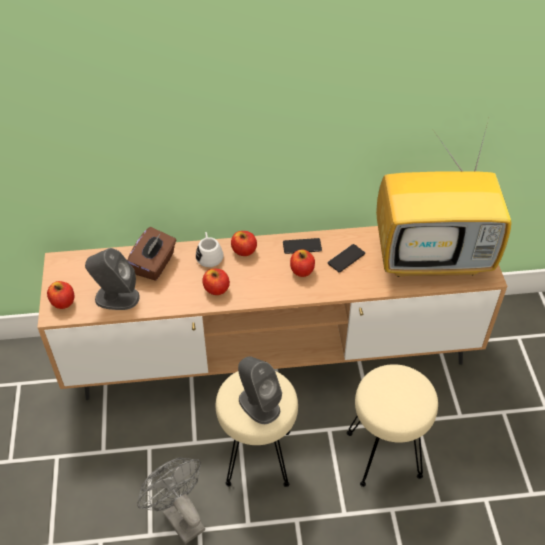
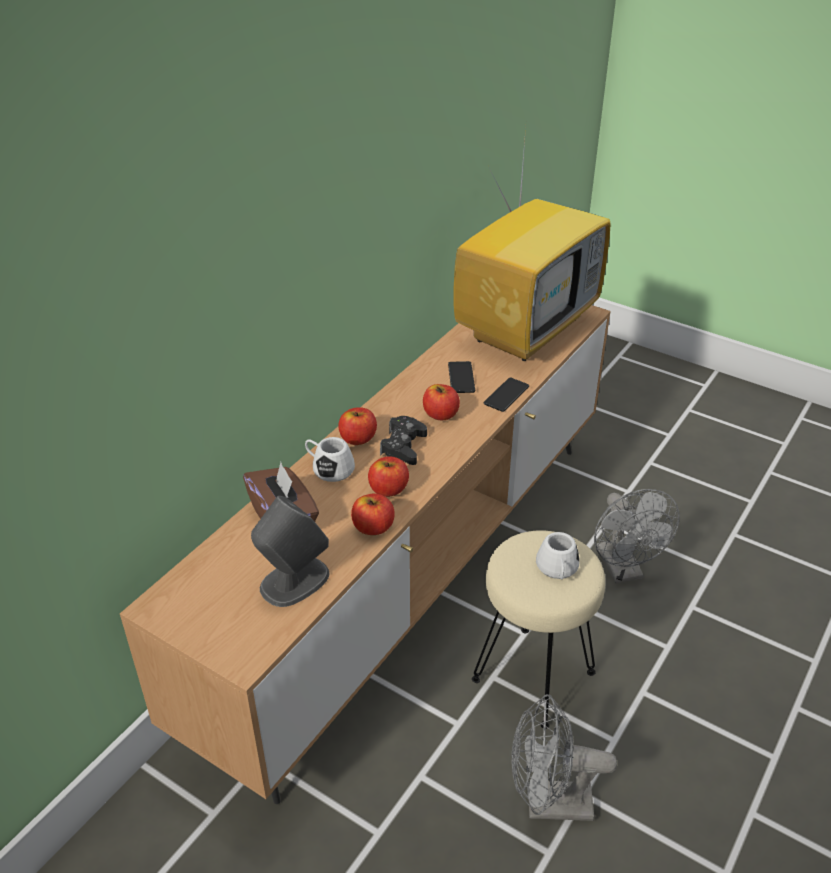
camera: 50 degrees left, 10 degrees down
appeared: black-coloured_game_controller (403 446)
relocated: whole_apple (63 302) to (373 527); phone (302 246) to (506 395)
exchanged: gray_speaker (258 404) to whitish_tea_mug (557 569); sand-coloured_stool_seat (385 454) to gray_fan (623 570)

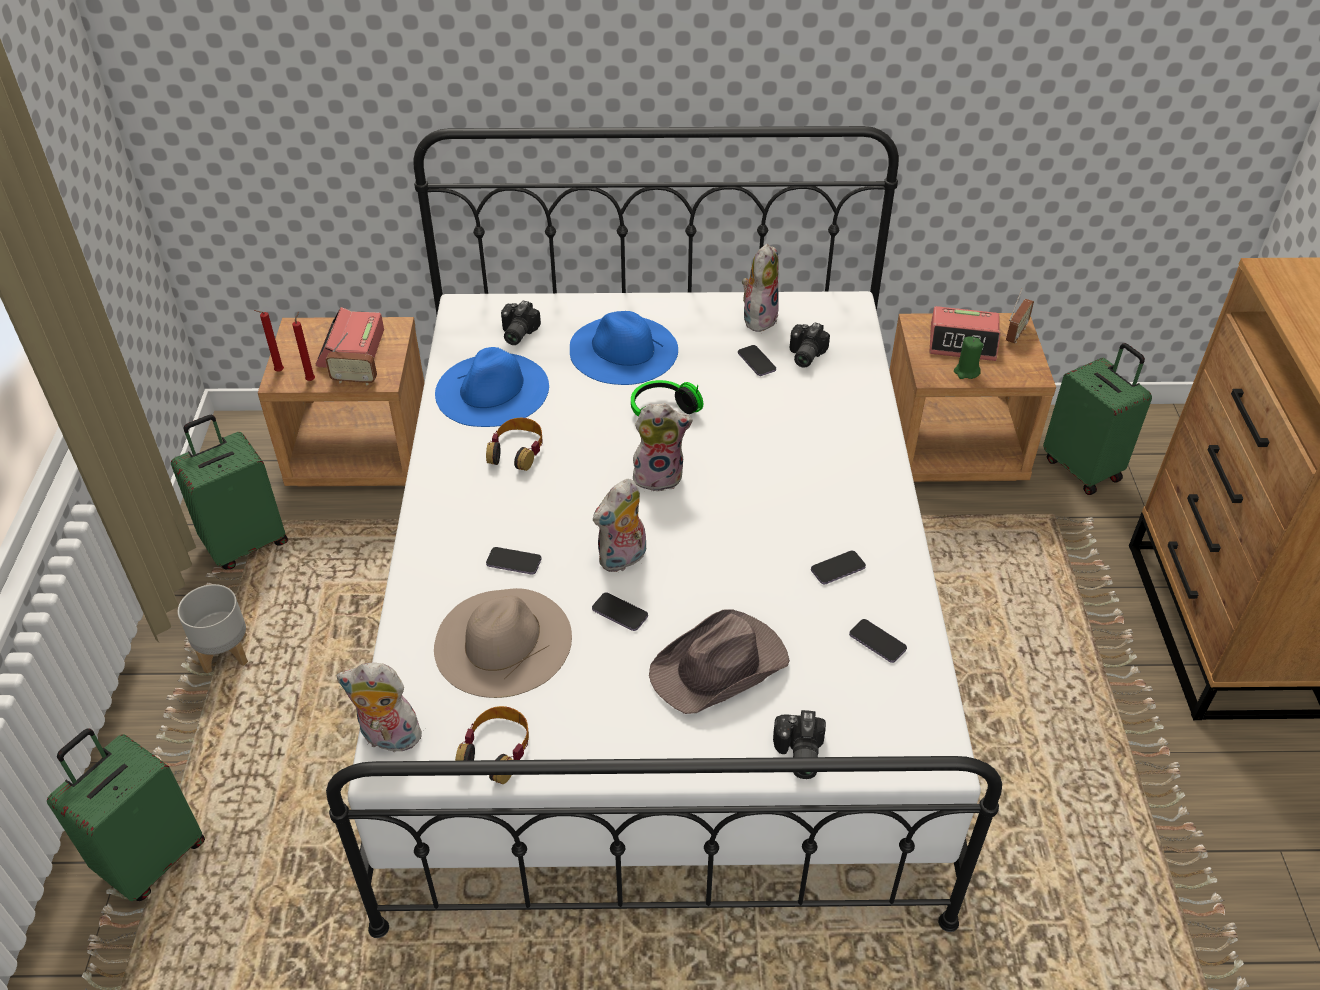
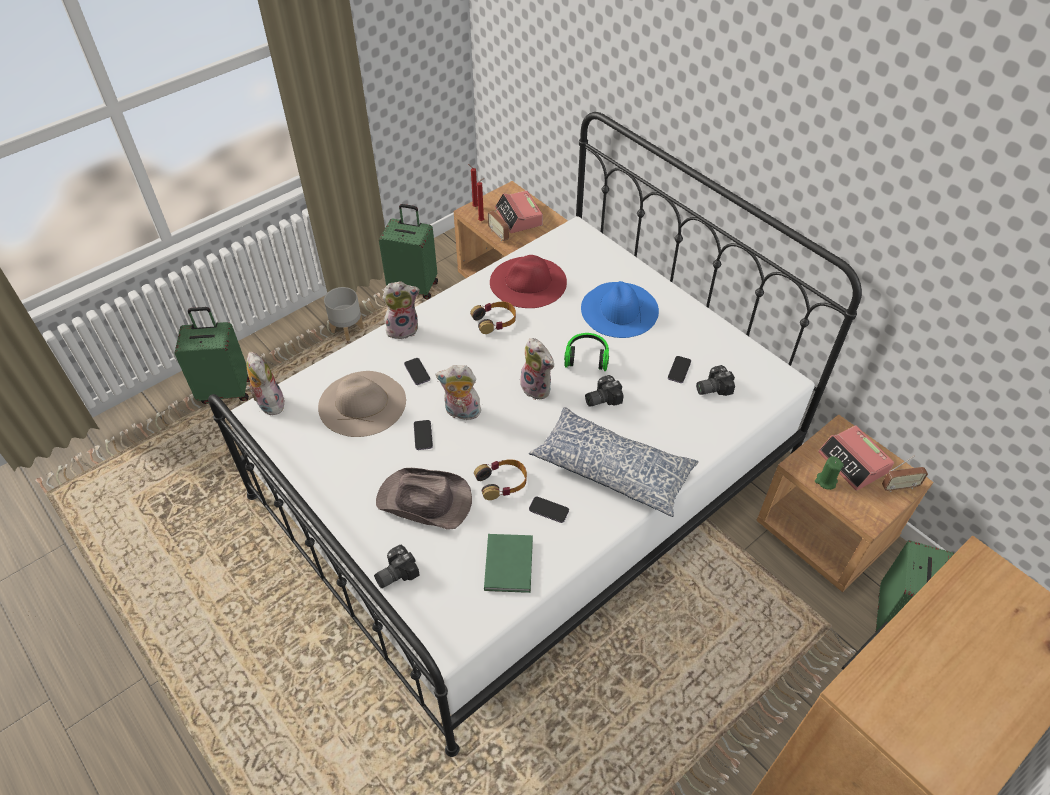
camera: 50 degrees right, 5 degrees up
appeared: cushion (612 468)
relocated: headphones (496 750) to (502 482); still_camera (516 333) to (601 398); soft_toy (758 317) to (403 328)
exchanged: phone (877 642) to greenish_bound_book (510 563)
colour: bluish_hat (492 390) to reddish_hat (528 282)
spun: alarm_clock (351 348) = (519 217) 75 degrees counterclockwise

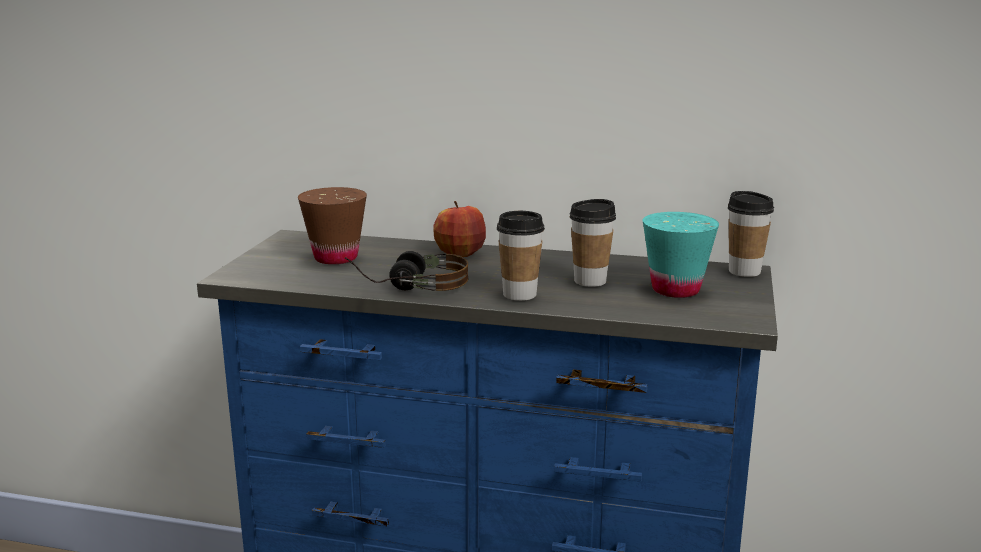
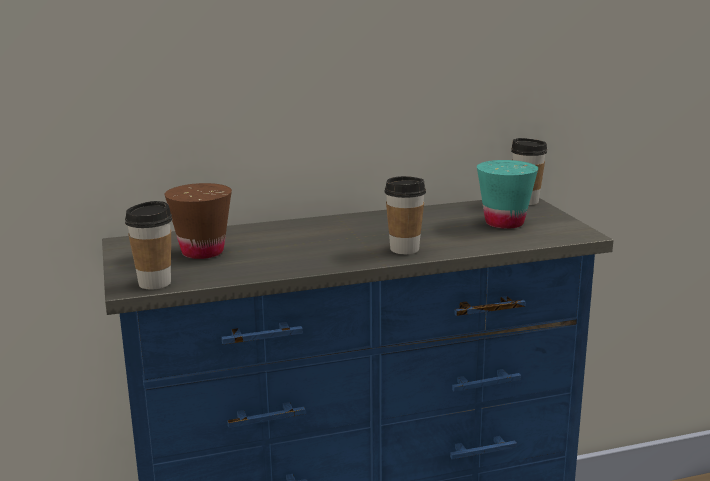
camera: 30 degrees left, 0 degrees up
missing: headphones (409 286); whole_apple (459 254)
relocated: drinking_cup (590 281) to (154 283)

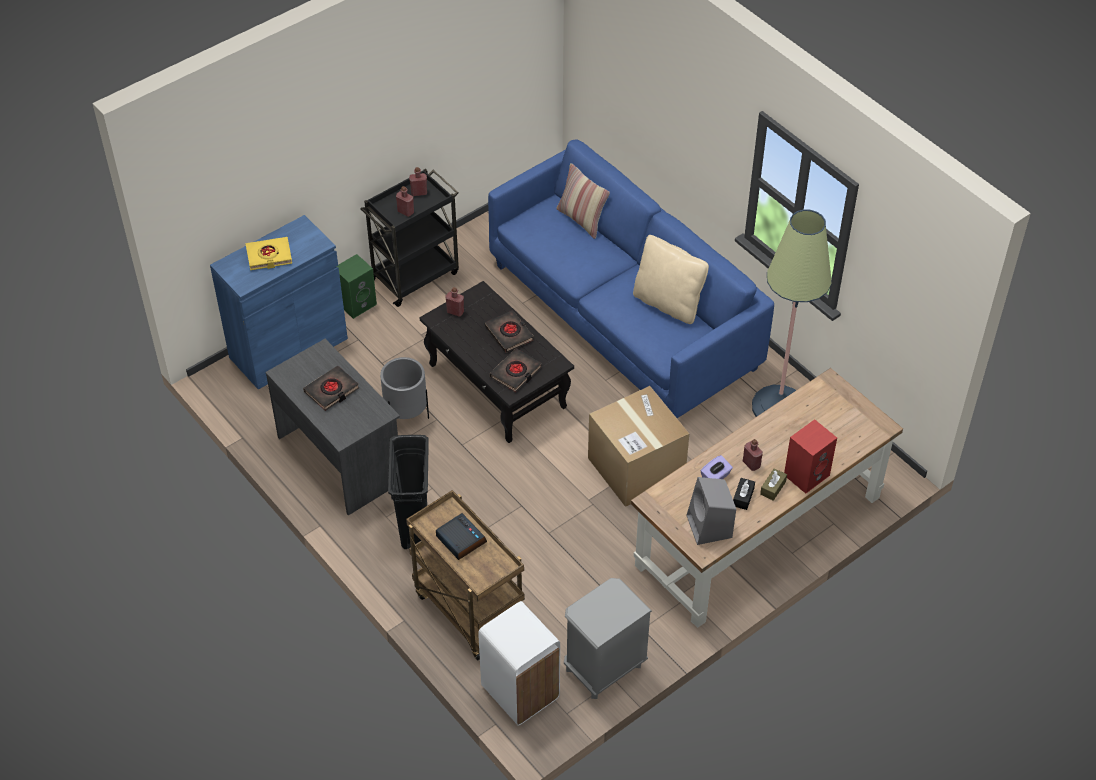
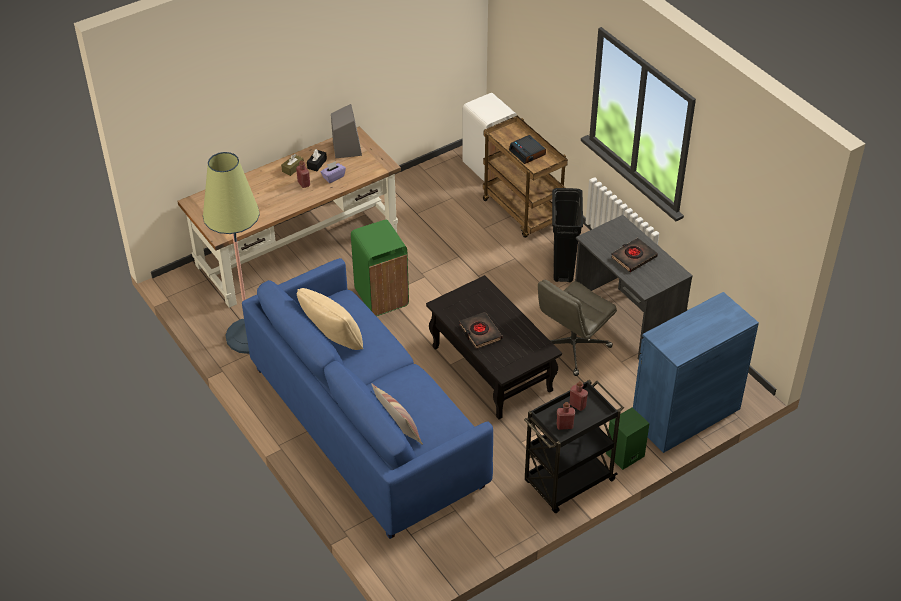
camera: 175 degrees left, 5 degrees down
missing: yellowish_bound_book (269 256); reddish_beverage_bottle (455 312); black-coloured_bound_book (516 373); gray_bedside_table (603 668); reddish_speaker (806 474)
exchanged: gray_plant_pot (406 416) to gray_desk_chair (572 348); packing_box (636 467) to greenish_rubbish_bin (382 297)

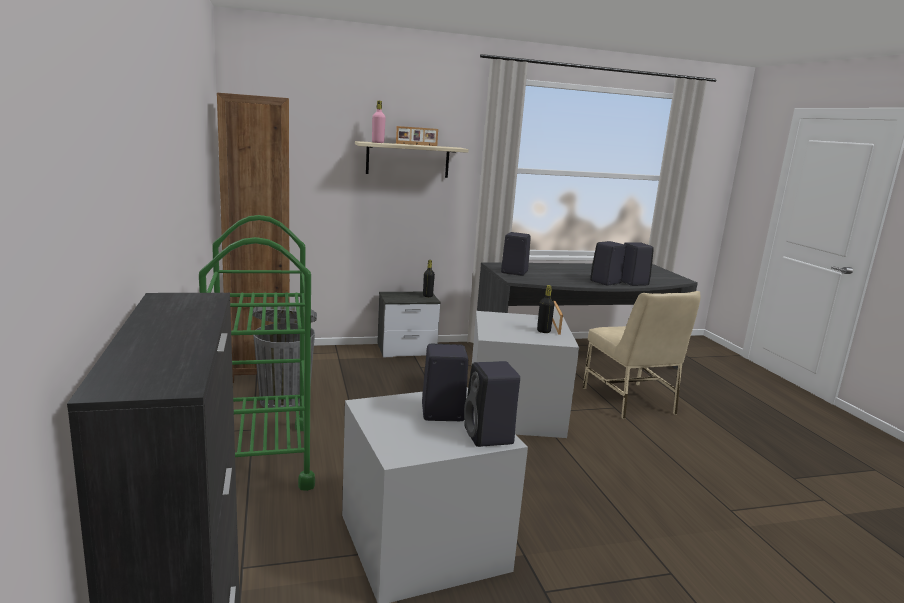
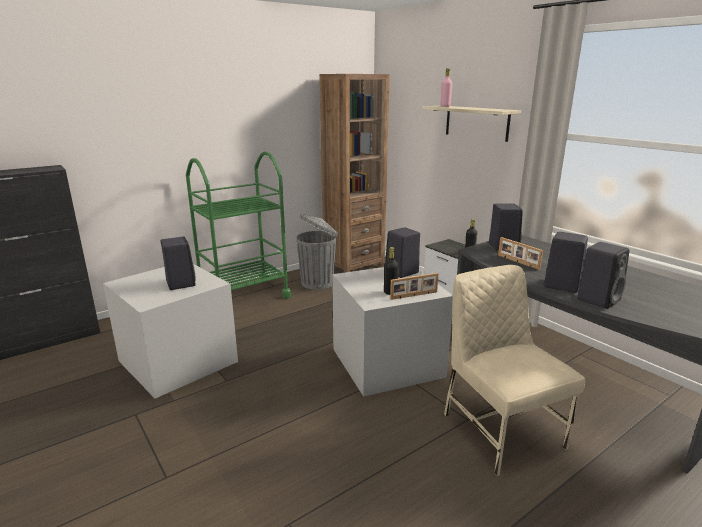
camera: 70 degrees right, 5 degrees up
relocated: standing_frame (416 144) to (517 262); black-coloured_speaker (489 436) to (401 272)
spun: sand-coloured_upright_chair (630 401) = (500 429) 105 degrees clockwise

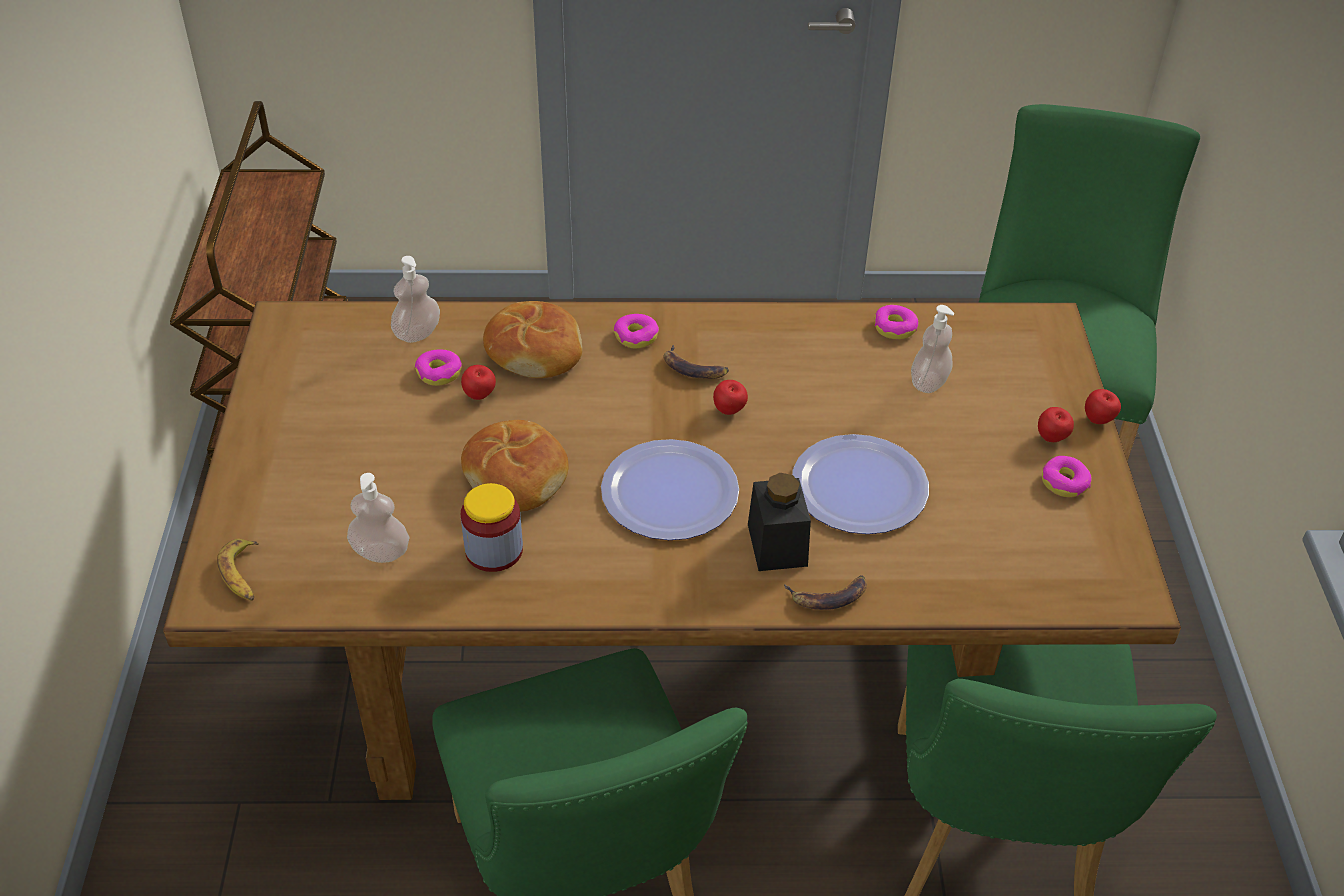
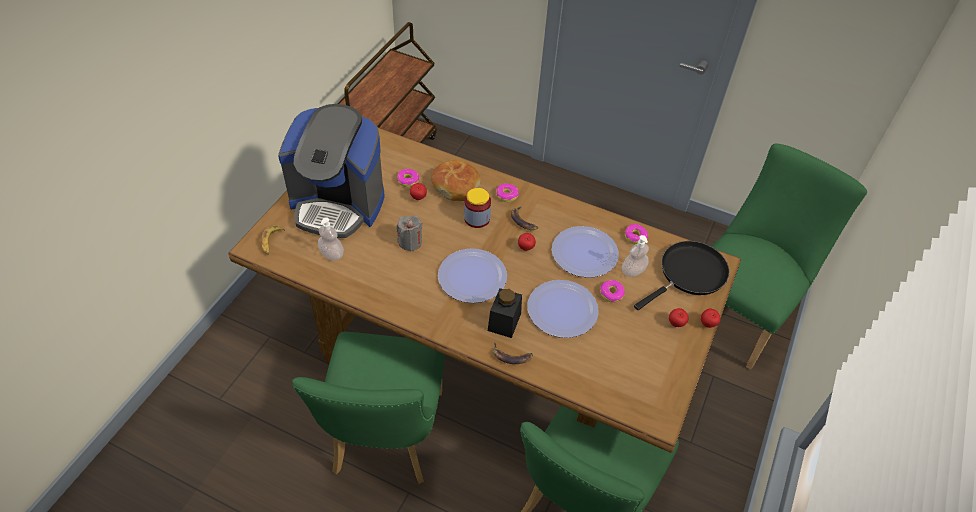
camera: 25 degrees right, 5 degrees up
missing: soap_dispenser (417 333)
appeared: coffee_brewer (338 204); plate (584 253); black-coloured_skillet (689 274)
relocated: preserve_jar (494 550) to (477 218); doughnut (1064 483) to (611 294)
exchanged: bakery_bread (516 476) to gray_wax_light (410 242)

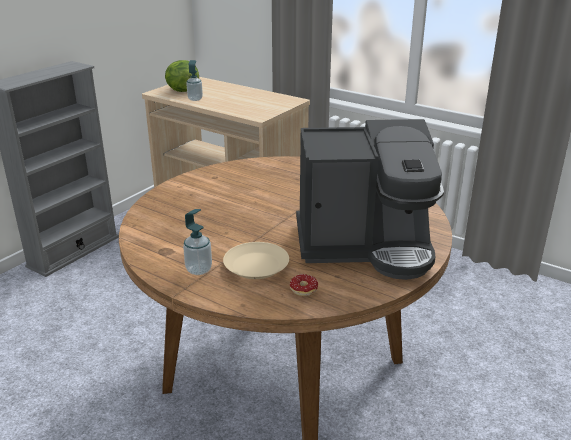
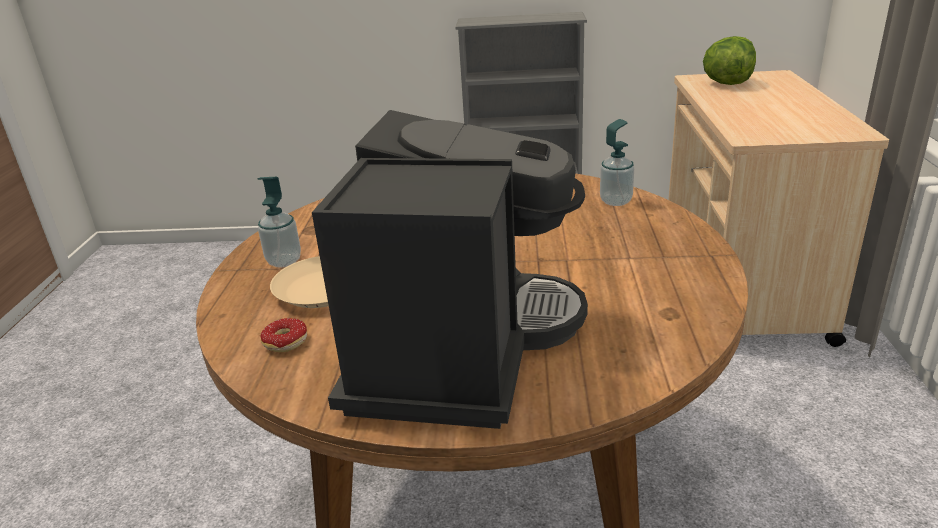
camera: 60 degrees right, 0 degrees up
relocated: soap_dispenser (195 99) to (615 201)
spun: coffee_brewer (366 245) = (459 348) 135 degrees counterclockwise

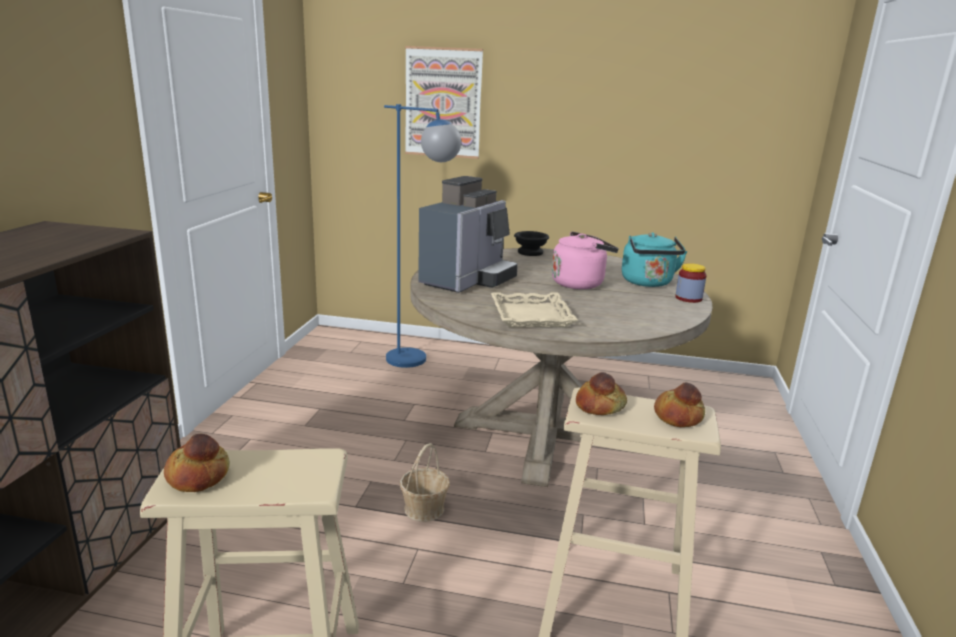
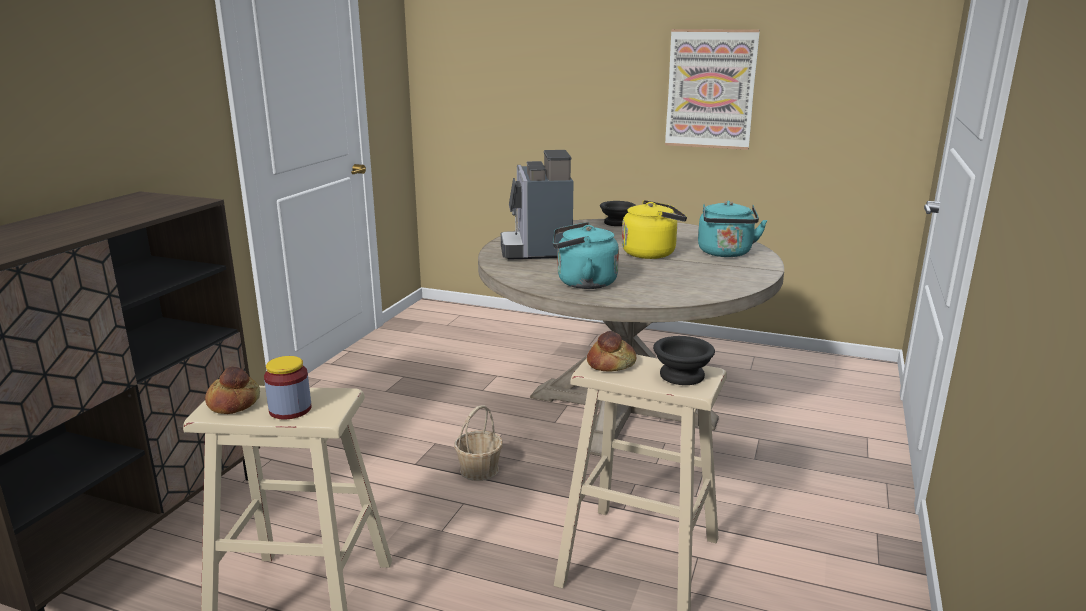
camera: 10 degrees right, 0 degrees up
missing: bluish_floor_lamp (418 362)
relocated: picture (443 103) to (710 89); preserve_jar (688 298) to (290 410)
exchanged: sand-coloured_tray (530 316) to turquoise_water_kettle (582 283); bakery_bread (678 416) to black-coloured_bowl (684 375)
colour: pink_water_kettle (580 283) to yellowish_water_kettle (652 253)
spun: coffee_brewer (468 280) = (538 249) 135 degrees clockwise

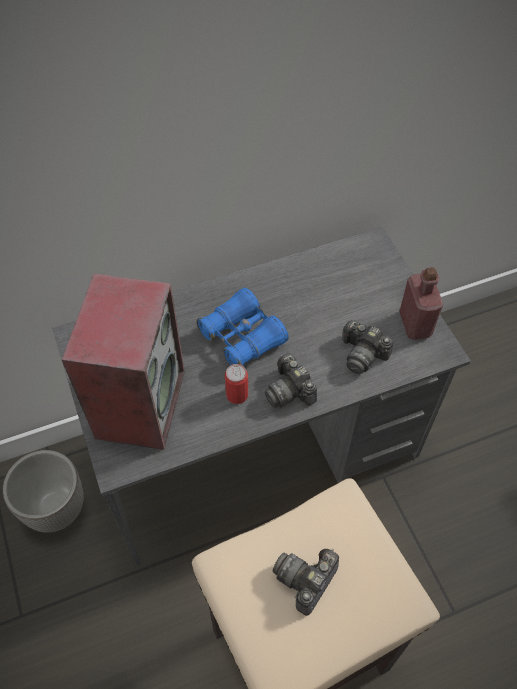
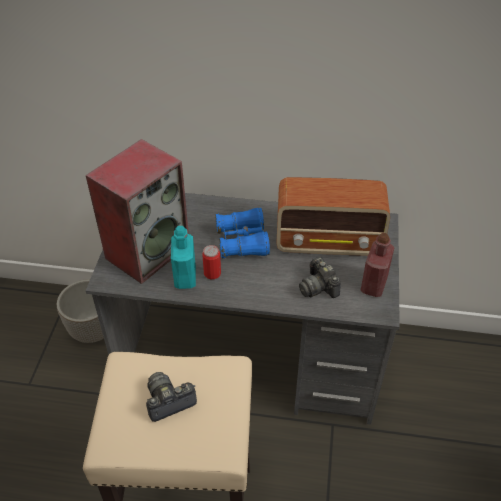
camera: 30 degrees right, 10 degrees down
missing: still_camera (290 390)
appeared: turquoise_beverage_bottle (185 277); radio_set (329 242)

